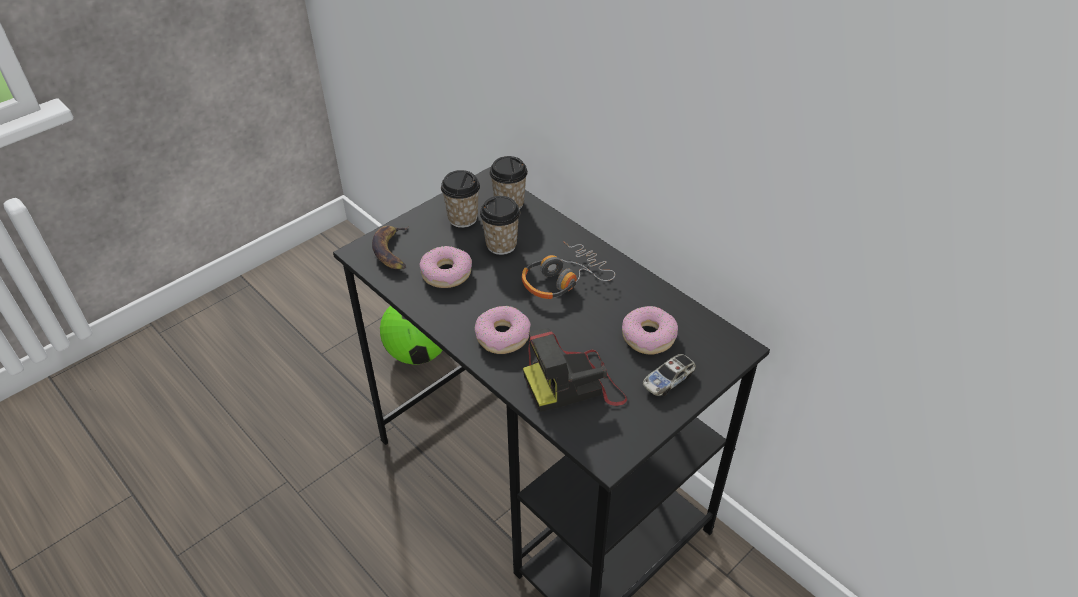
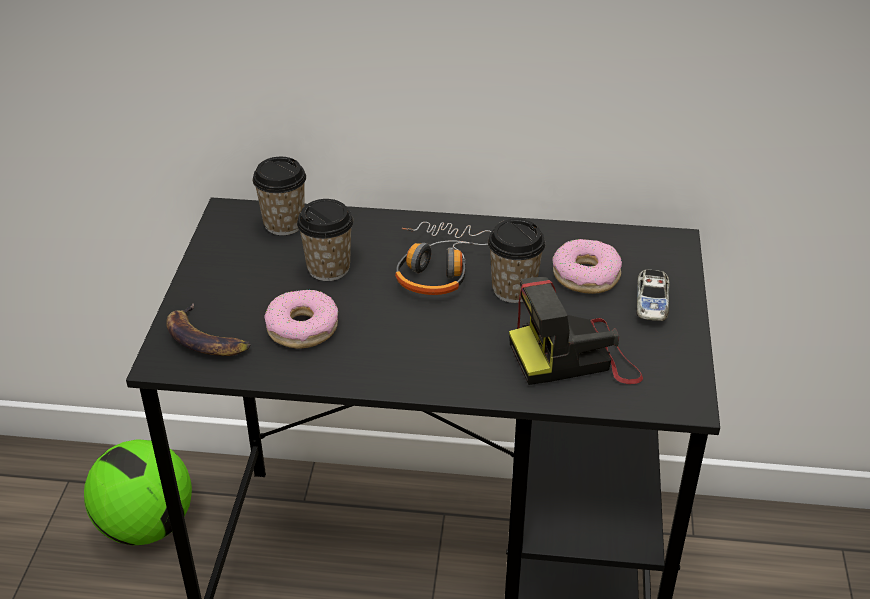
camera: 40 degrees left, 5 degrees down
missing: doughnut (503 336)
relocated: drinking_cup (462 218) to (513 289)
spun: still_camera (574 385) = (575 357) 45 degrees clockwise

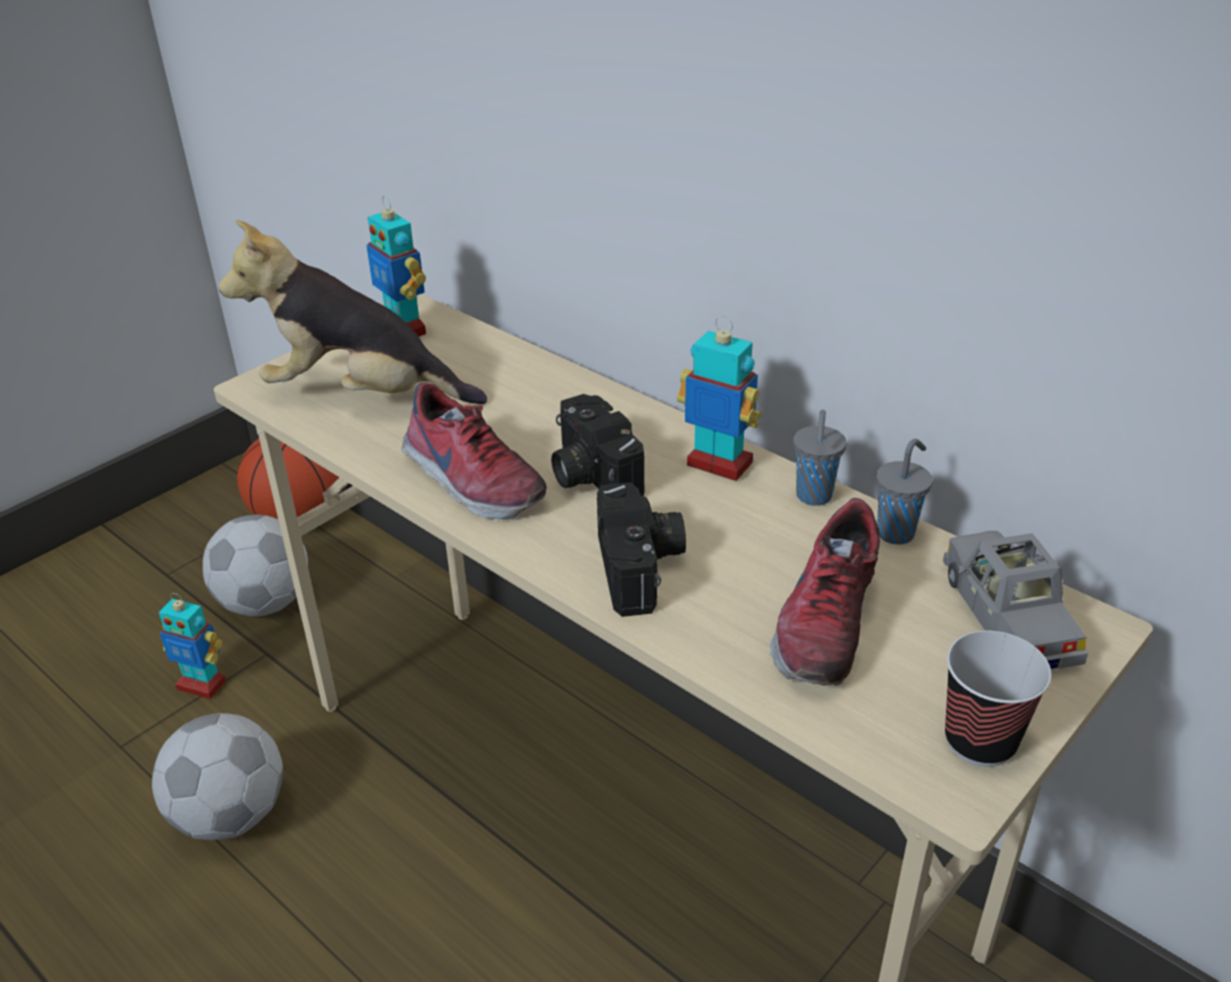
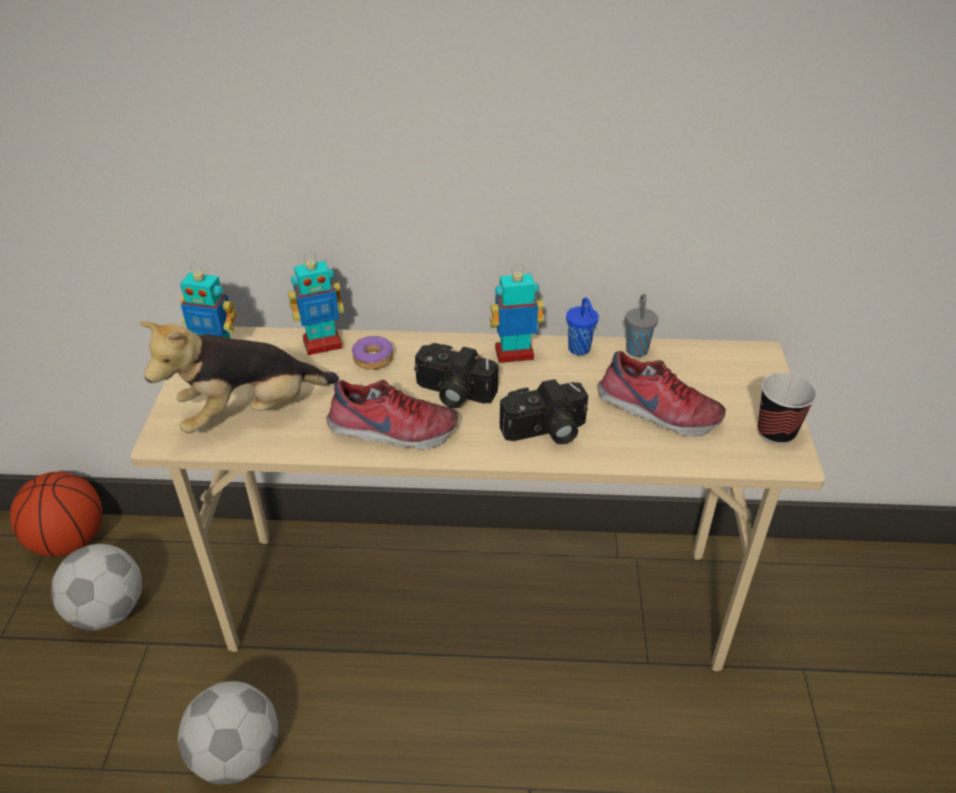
camera: 40 degrees left, 5 degrees up
missing: gray_miniature_car (1005 616)
appeared: doughnut (373 359)
relocated: robot_figure (202 684) to (322 344)
colour: gray_drinking_cup (814 497) to bluish_drinking_cup (580 350)
spun: still_camera (642 568) = (545 431) 120 degrees clockwise; item_of_footwear (823 621) = (656 412) 45 degrees counterclockwise

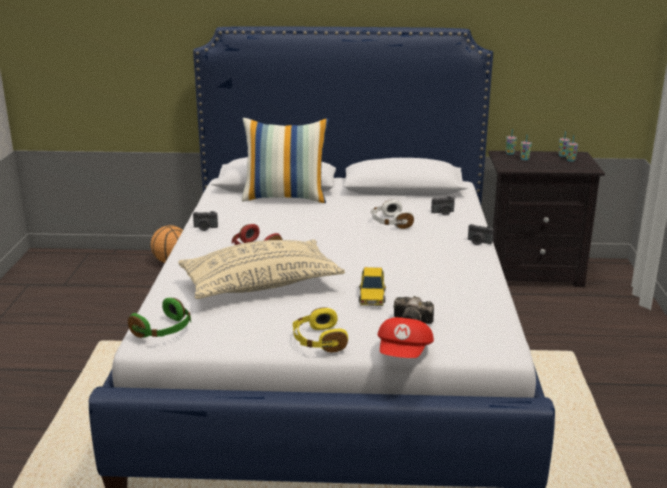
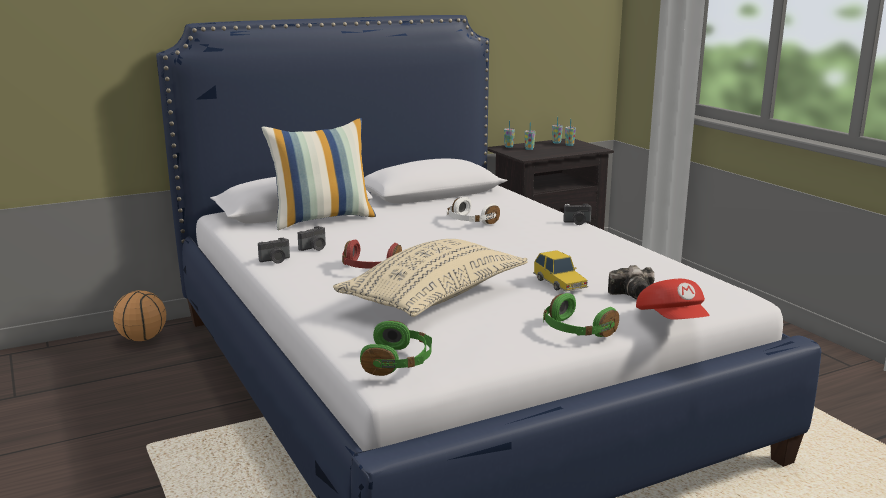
camera: 30 degrees left, 5 degrees down
relocated: still_camera (443 213) to (314 248)
colour: yellowish_headphones (318 341) to greenish_headphones (575 331)

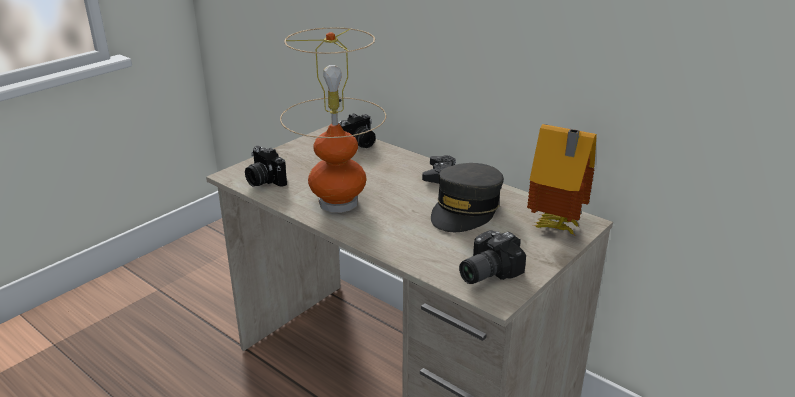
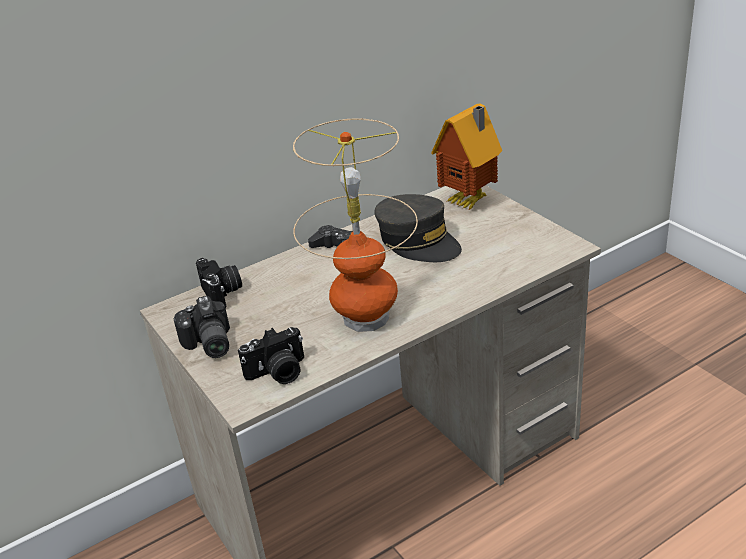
camera: 70 degrees left, 5 degrees up
relocated: still_camera (484 272) to (207 344)

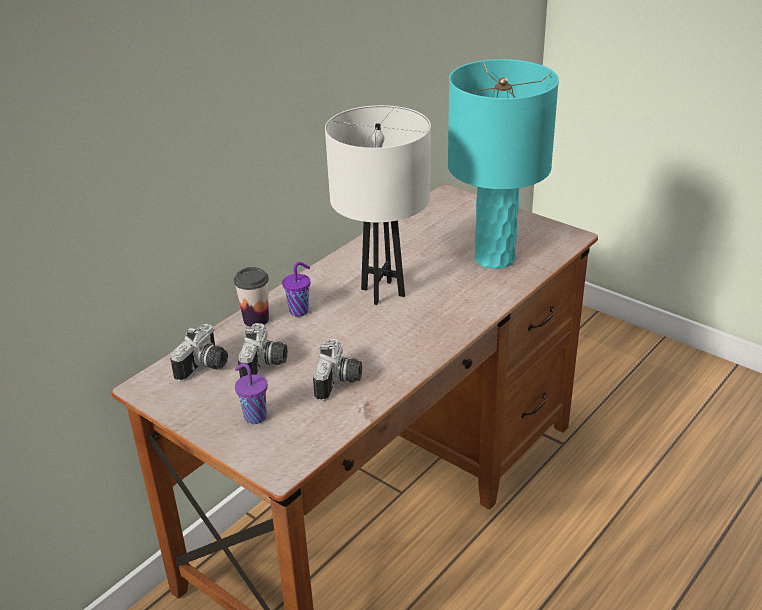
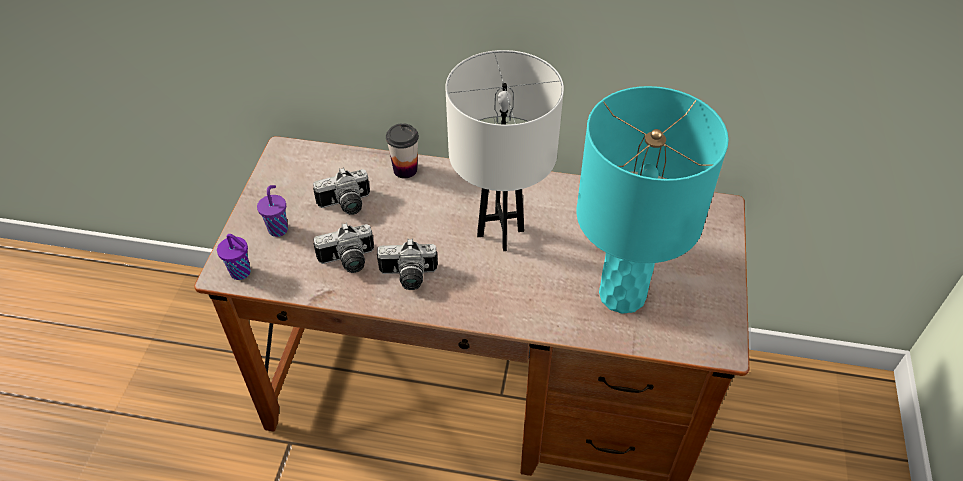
camera: 60 degrees right, 15 degrees up
relocated: still_camera (205 367) to (408 277); purplish_drinking_cup (300 311) to (241 273)

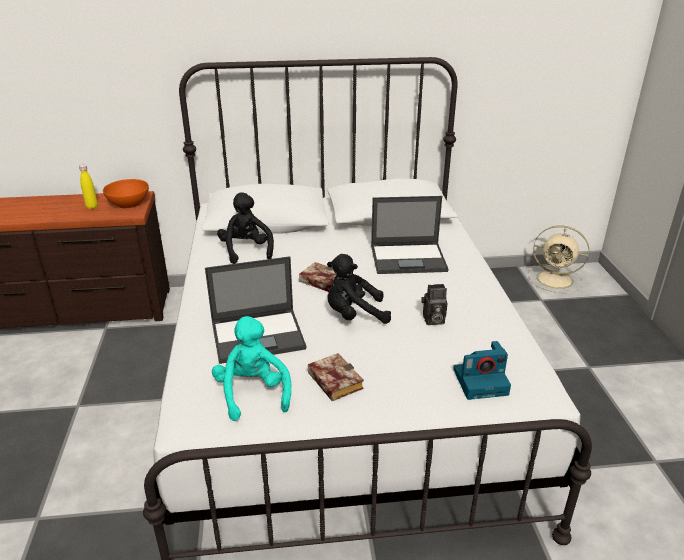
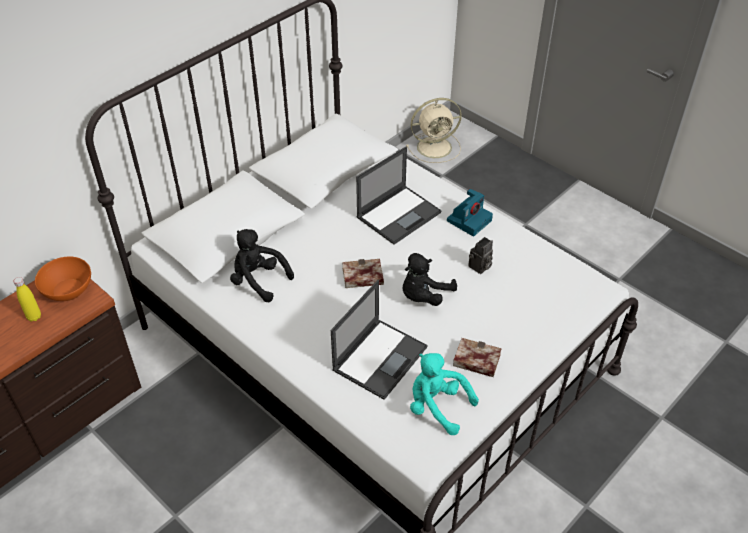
camera: 40 degrees left, 15 degrees up
relocated: still_camera (481 381) to (469 220)

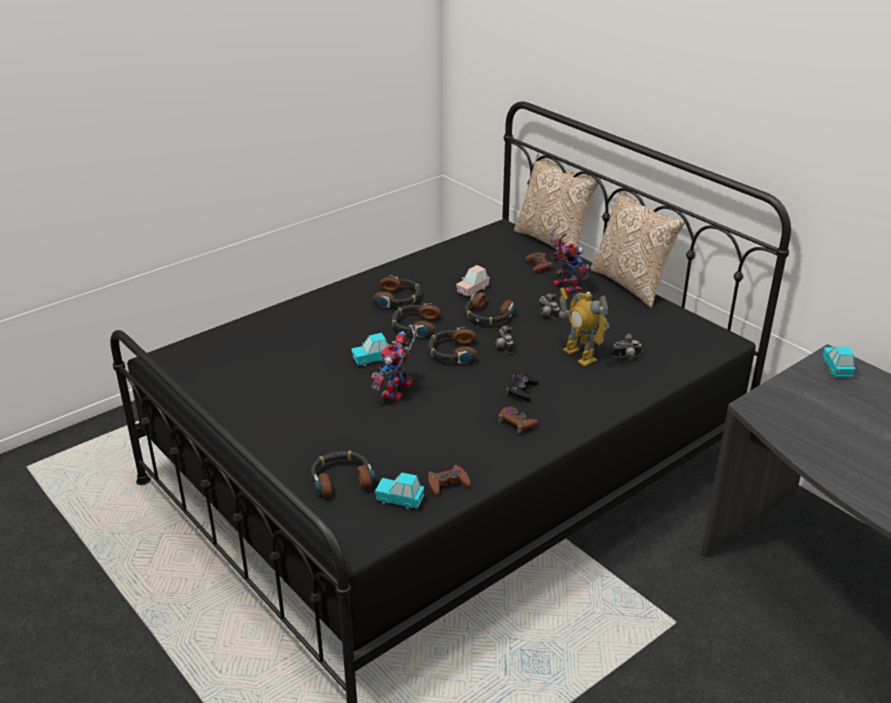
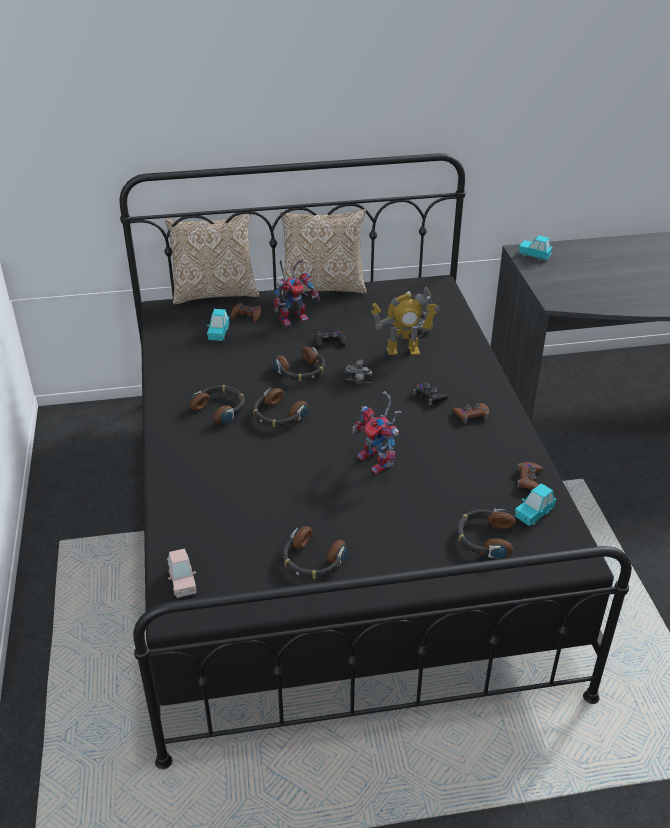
camera: 60 degrees left, 5 degrees up
relocated: turquoise_miniature_car (372 359) to (218 333); headphones (452 352) to (312 560); pink_miniature_car (472 290) to (182 582)
exchanged: still_camera (546 315) to black-coloured_game_controller (329 342)
spun: robot_figure (563 287) = (294 317) 150 degrees clockwise

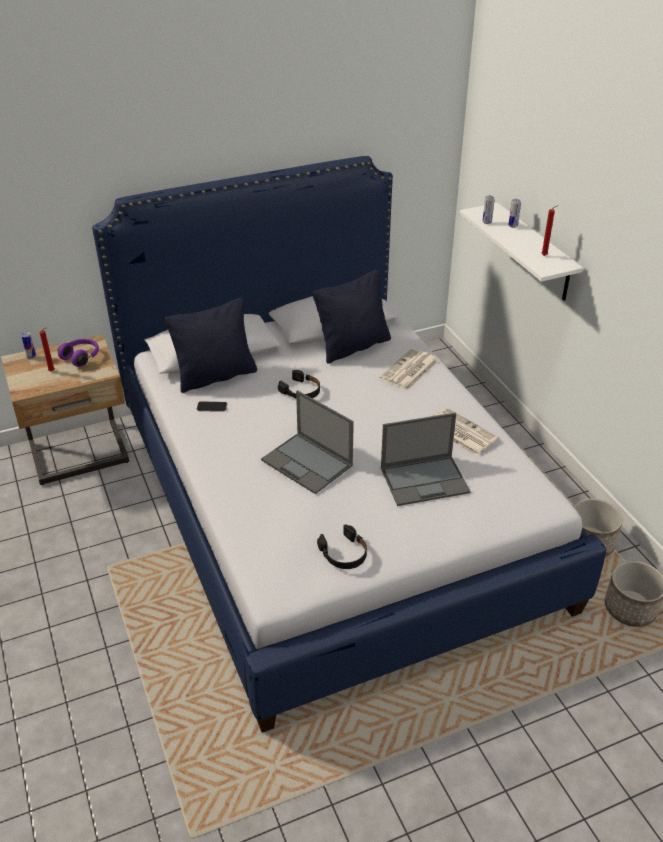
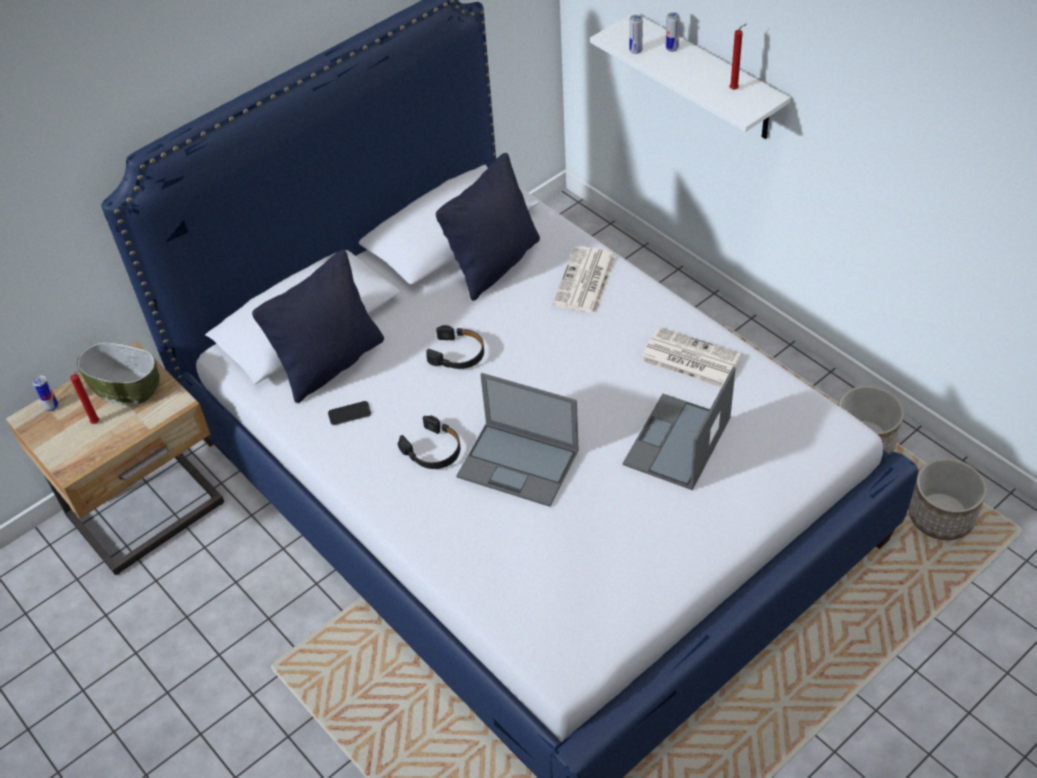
camera: 15 degrees left, 10 degrees up
relocated: black-coloured_headphones (344 553) to (433 450)
exchanged: purplish_headphones (81 357) to bowl (127 387)
spun: notebook_computer (425 480) = (677 443) 150 degrees clockwise

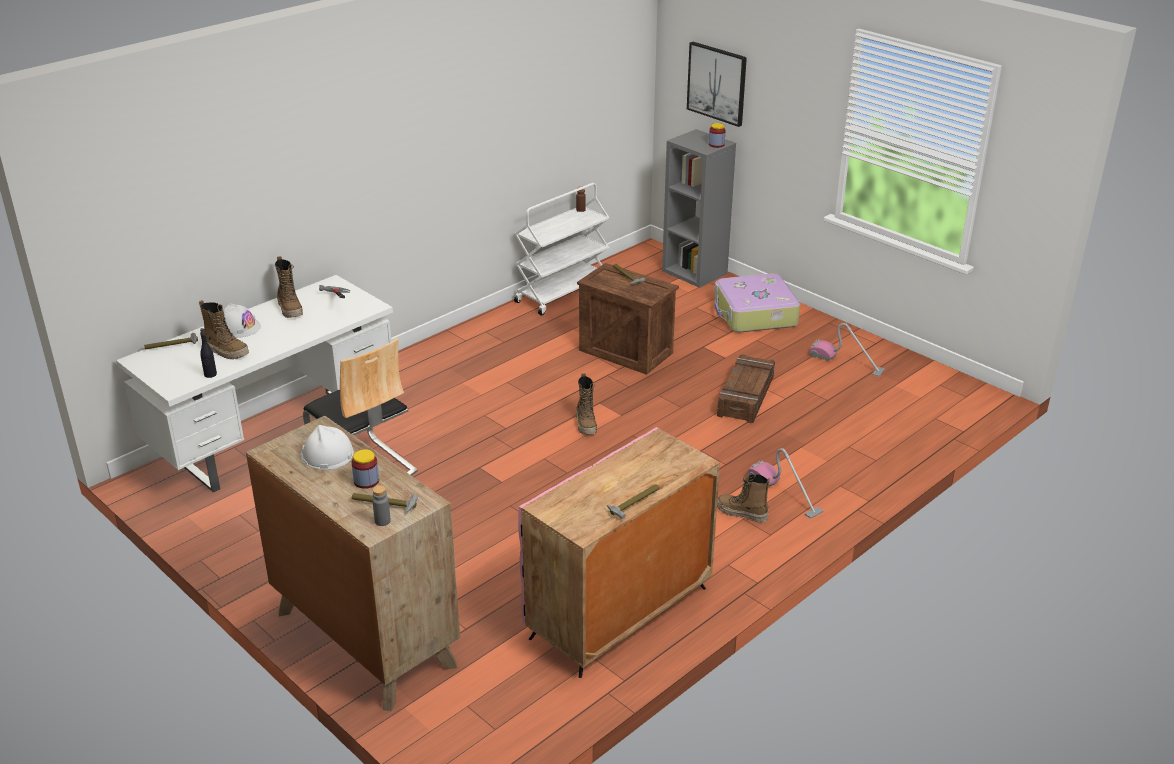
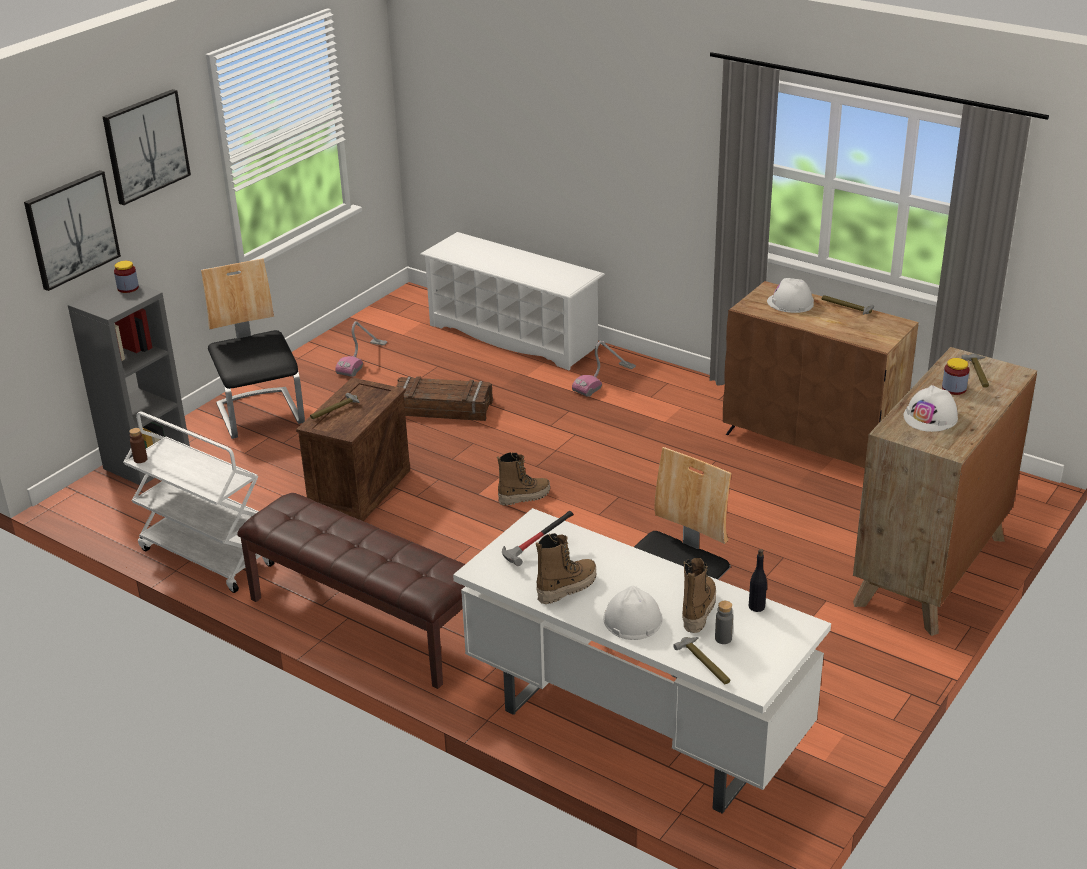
camera: 100 degrees left, 0 degrees up
missing: high-top_boot (742 514)
appeared: picture (145 146); brown-coloured_indoor_bench (363 623); whitish_shoe_rack (514 336); whitish_safety_helmet (790 303)
relocated: gray_beverage_bottle (382 521) to (723 638)
exchanged: suitcase (754 314) to upright_chair (261 414)
colour: pink_cabinet (619 614) to brown-coloured_cabinet (812 443)

